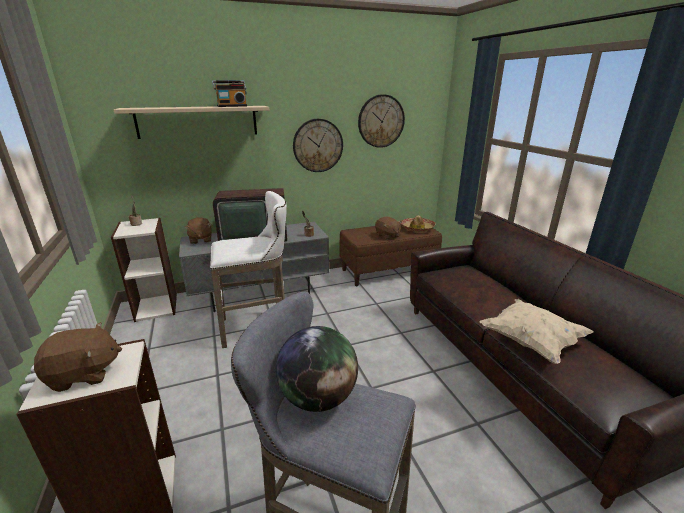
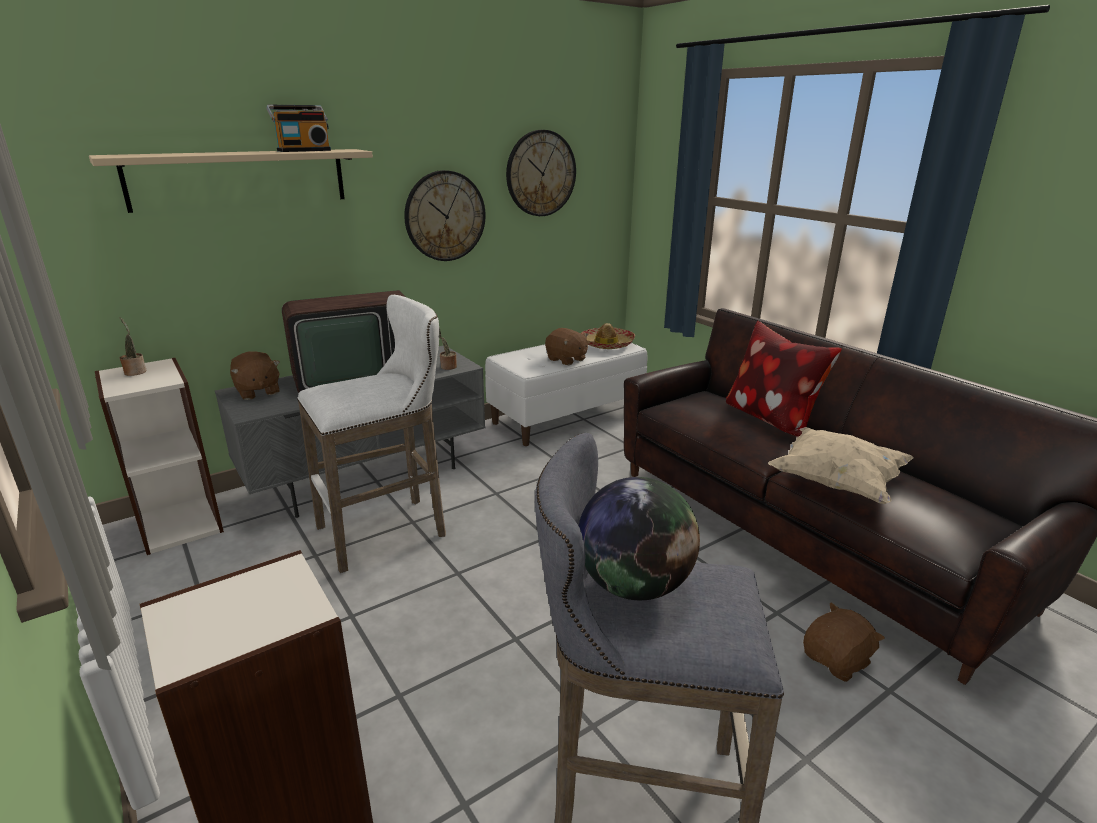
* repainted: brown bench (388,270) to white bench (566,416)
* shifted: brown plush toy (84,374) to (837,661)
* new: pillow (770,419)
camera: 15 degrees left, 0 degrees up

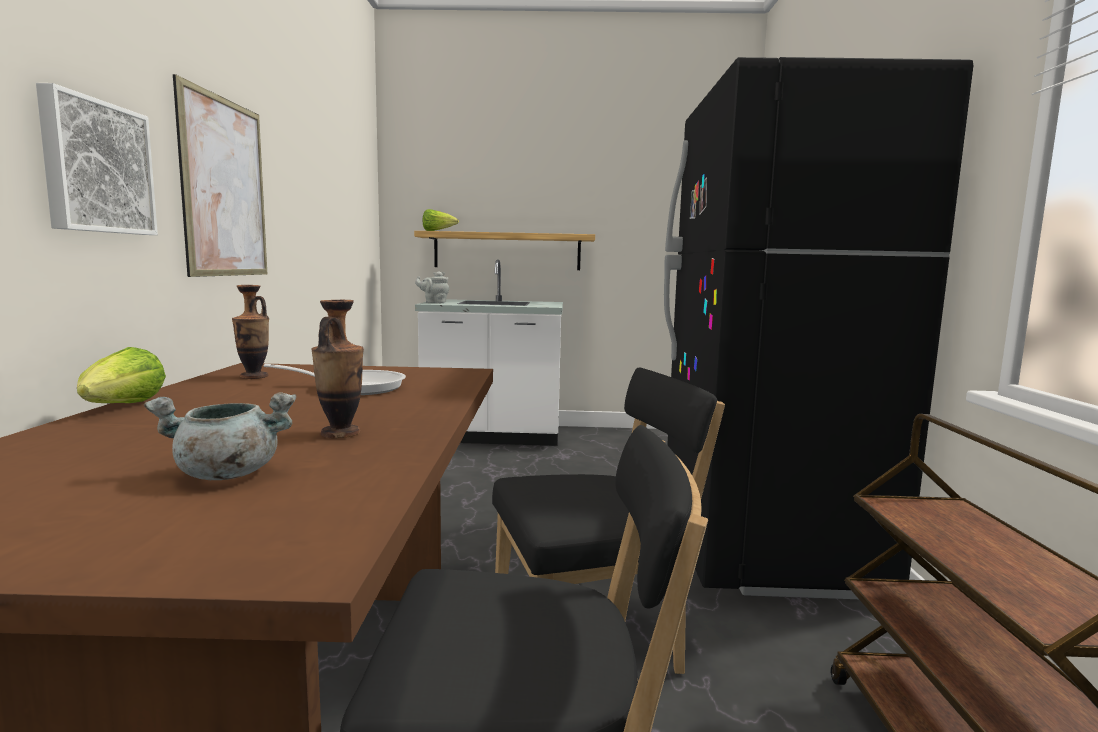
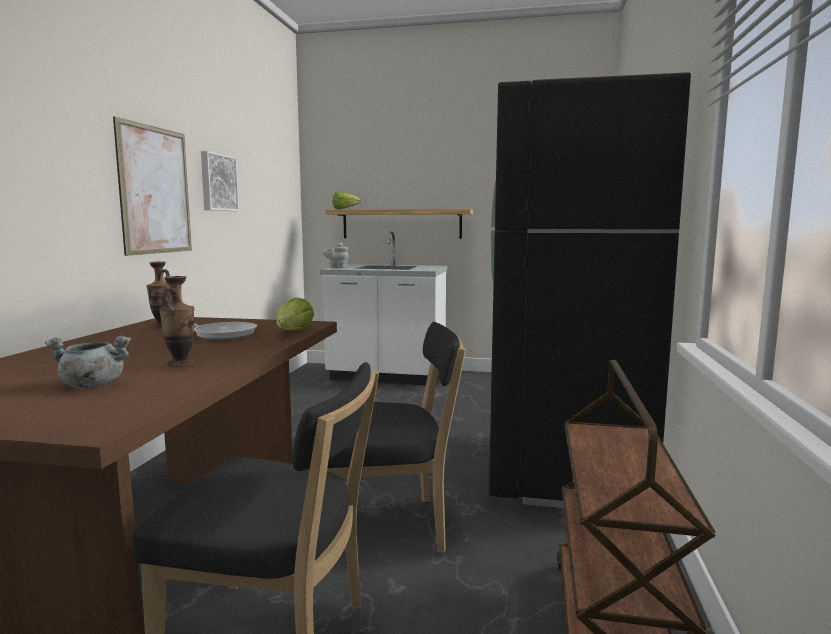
* shifted: picture (96,167) to (217,182)
* shifted: lettuce (122,407) to (293,332)
camera: 10 degrees right, 0 degrees up

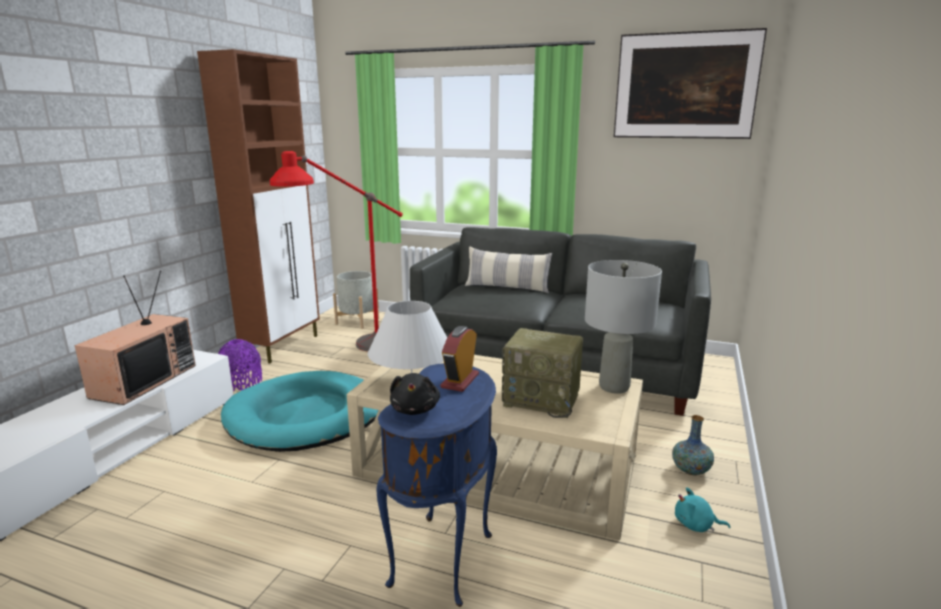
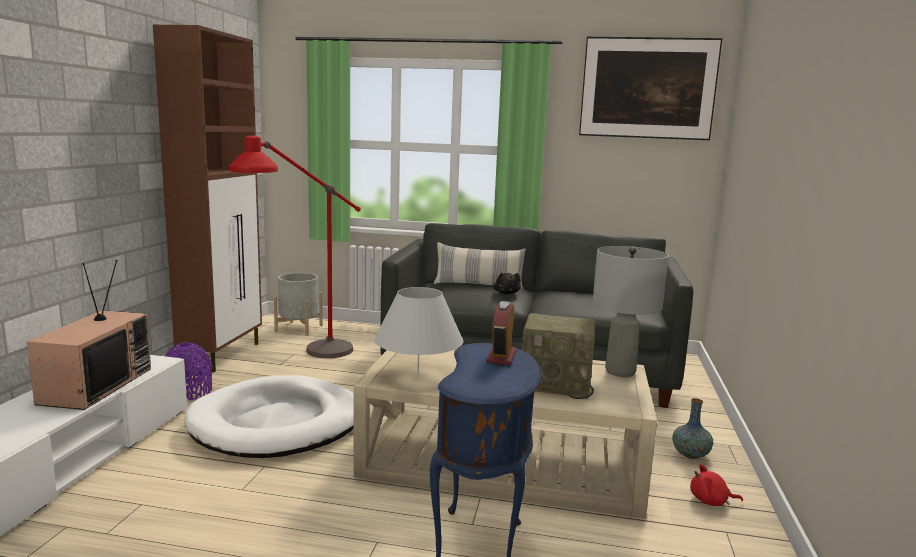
* repainted: turquoise dog bed (306,416) to white dog bed (278,423)
* shifted: black plush toy (415,409) to (506,293)
* repainted: turquoise plush toy (696,525) to red plush toy (711,501)
camera: 10 degrees left, 5 degrees down

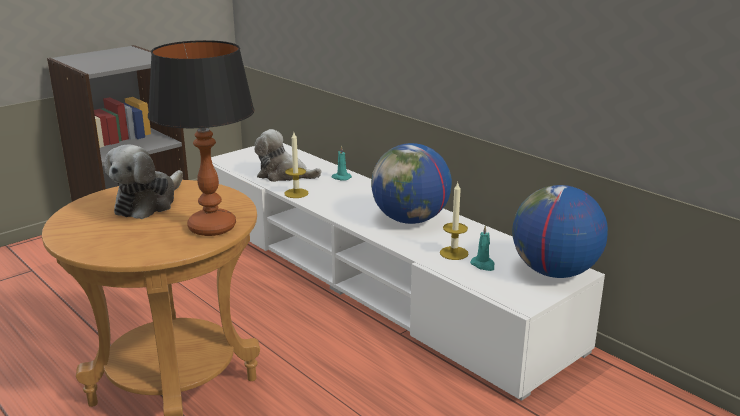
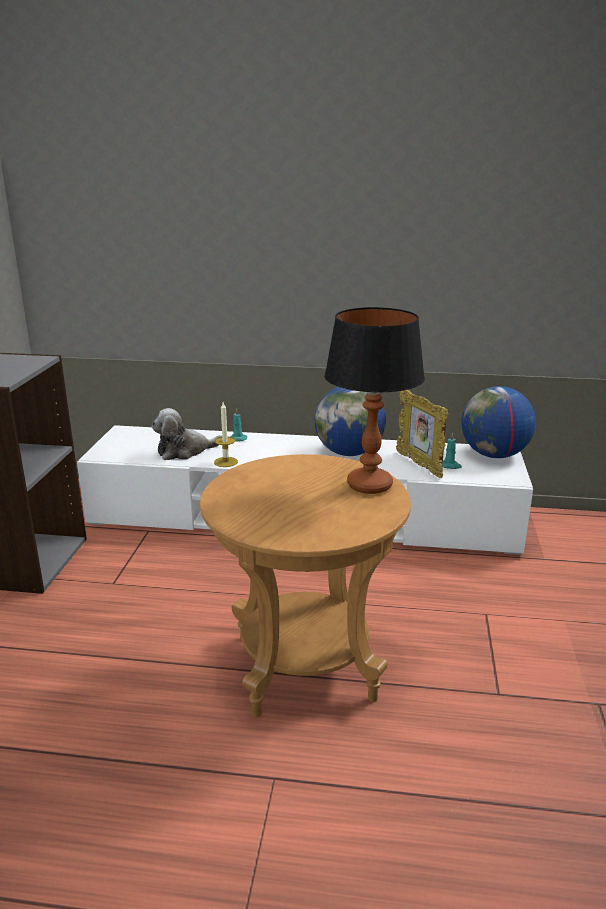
* gone: plush toy (148,203)
* swapped: candle (454,253) to picture frame (419,465)
camera: 40 degrees left, 0 degrees up

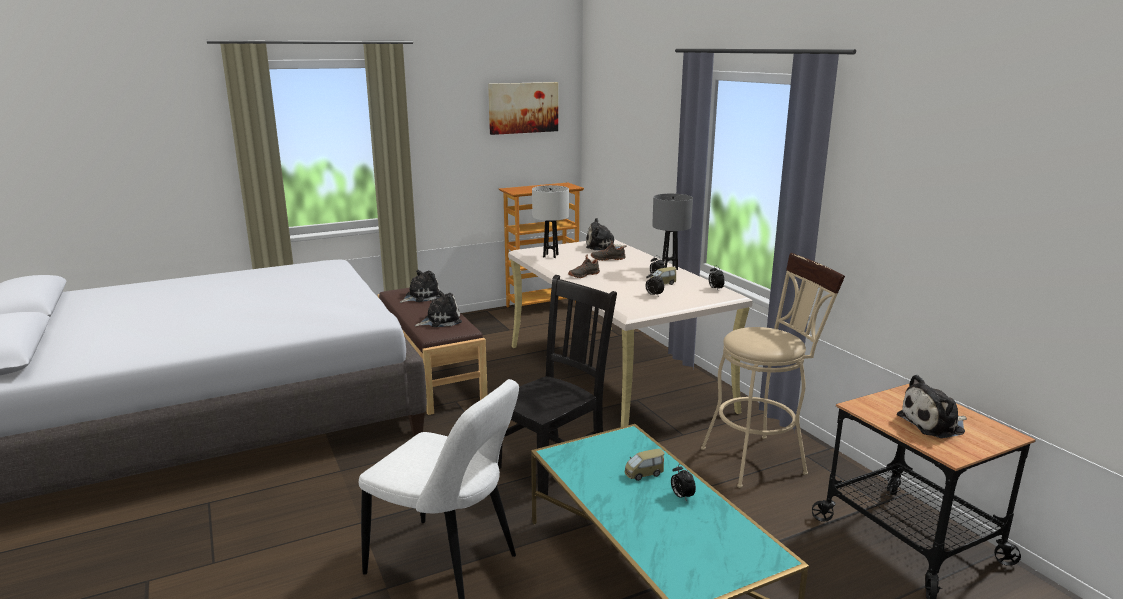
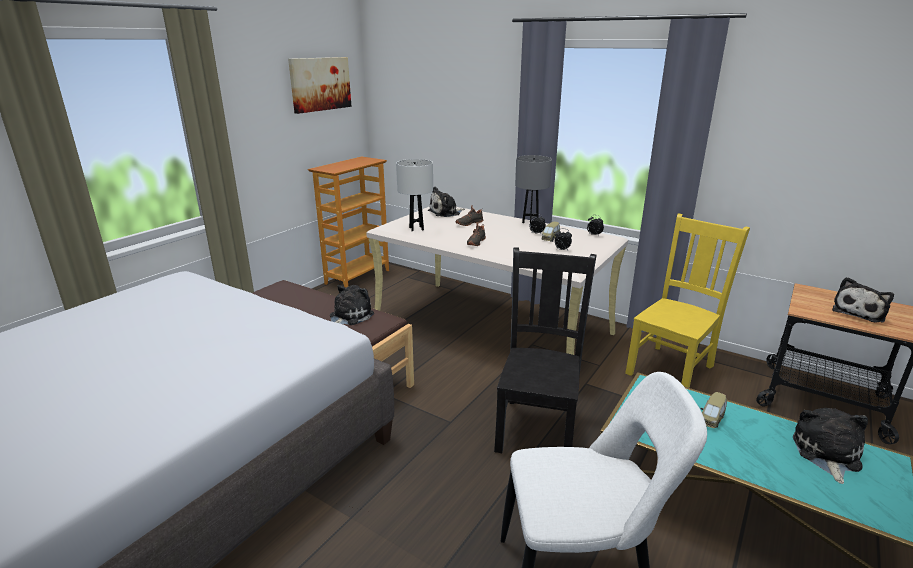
* swapped: beige stool (760,459) to yellow chair (671,368)
* shifted: plush toy (421,297) to (826,454)
* gone: alarm clock (681,496)
camera: 30 degrees left, 5 degrees up

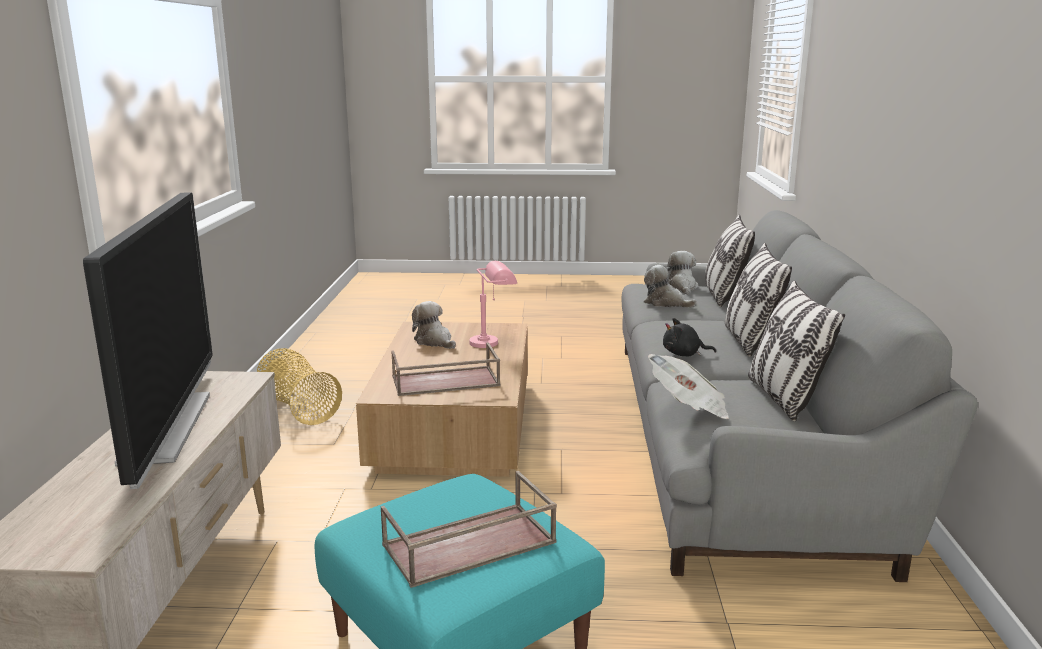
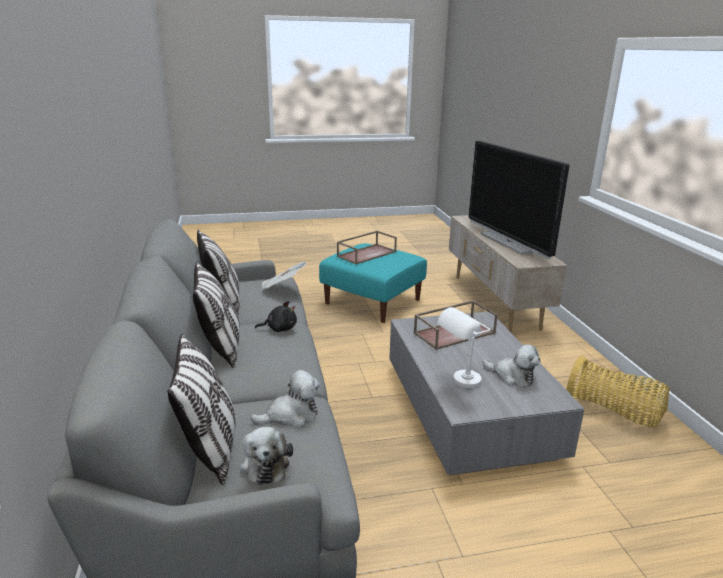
* repainted: pink table lamp (493,342) to white table lamp (460,383)
* rotated: plush toy (665,303) = (290,416) 45 degrees counterclockwise
* repainted: brown coffee table (454,425) to grey coffee table (468,409)
camera: 165 degrees right, 5 degrees up

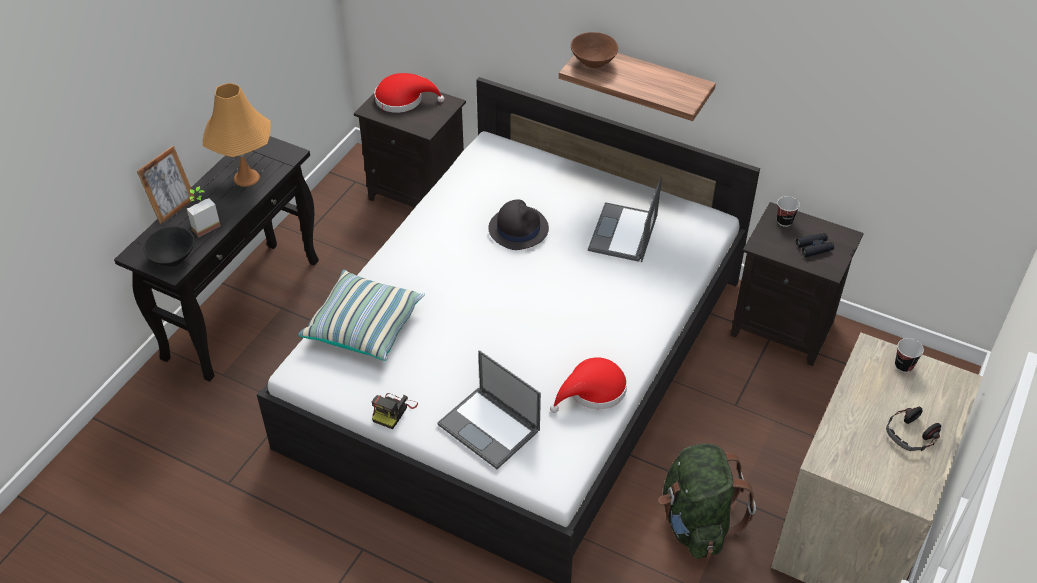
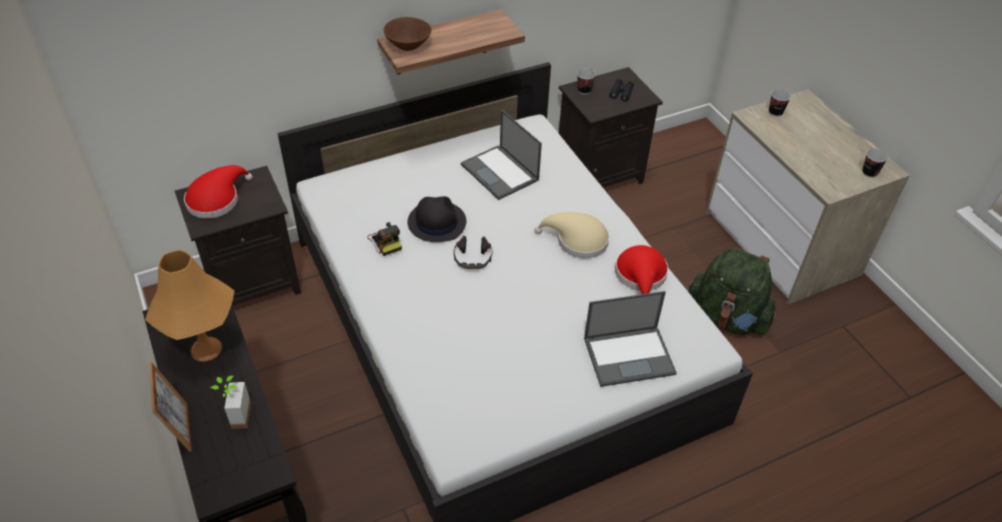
* gone: black bowl (172,259)
* gone: pillow (364,326)
* shifted: photo camera (393,411) to (386,241)
* shifted: headphones (911,434) to (473,257)
* new: cup (869,173)
* new: beige hat (577,241)
camera: 55 degrees left, 0 degrees up

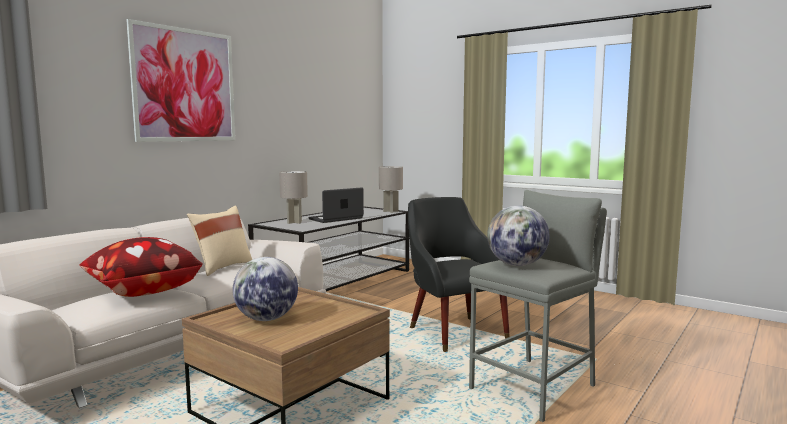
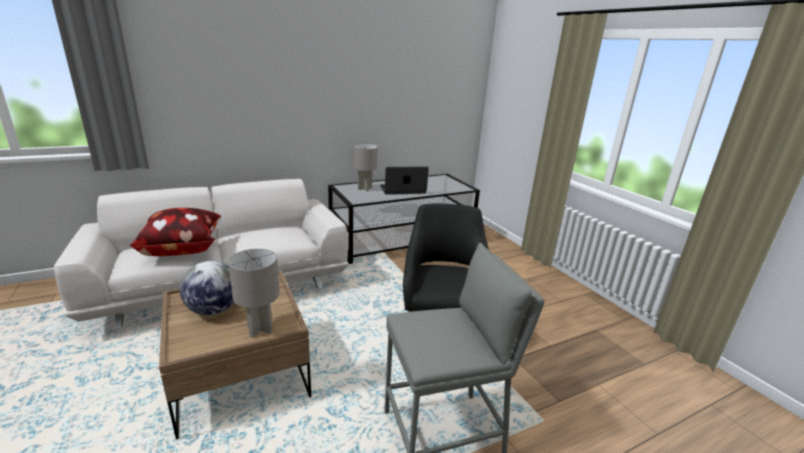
* gone: picture (185,85)
* shifted: grey table lamp (390,211) to (260,329)
* gone: globe (517,265)
* gone: beige pillow (222,267)
camera: 25 degrees right, 15 degrees up

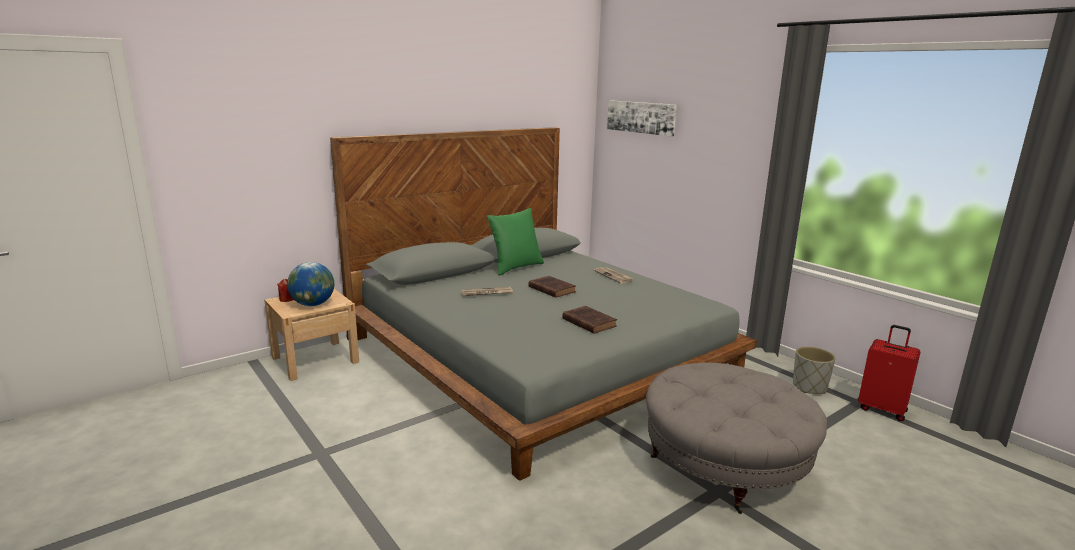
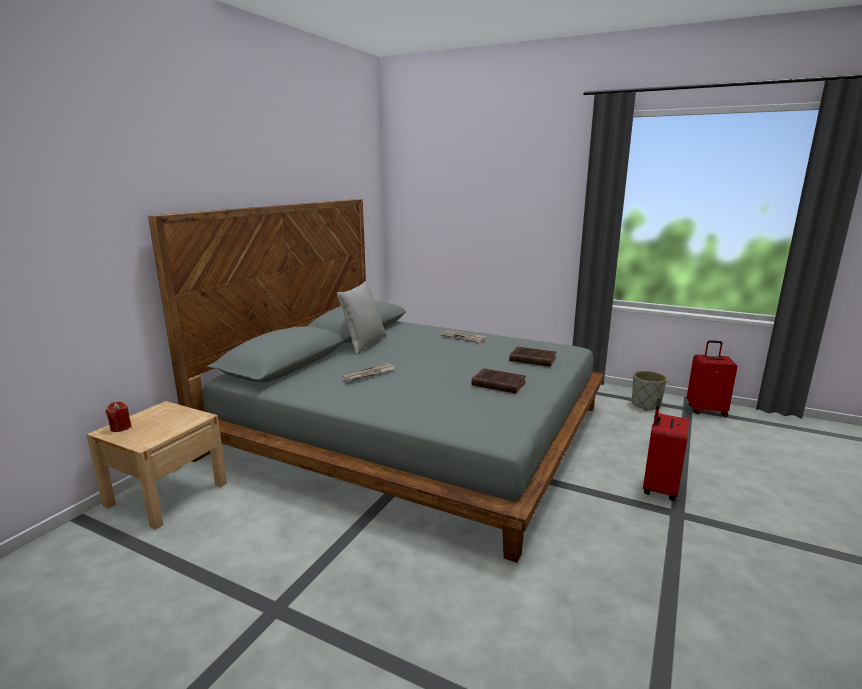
* gone: picture (641,117)
* repainted: green pillow (516,267) to grey pillow (364,344)
* gone: globe (313,304)
* shifted: brown book (551,289) to (531,359)
* swapped: grey ottoman (725,465) to red suitcase (658,488)
camera: 25 degrees left, 0 degrees up

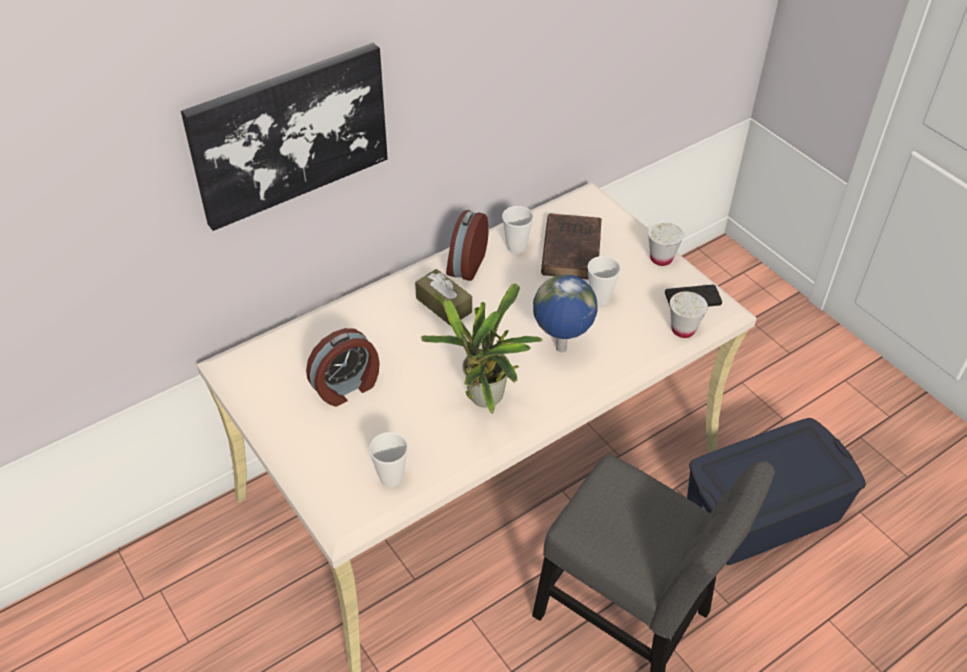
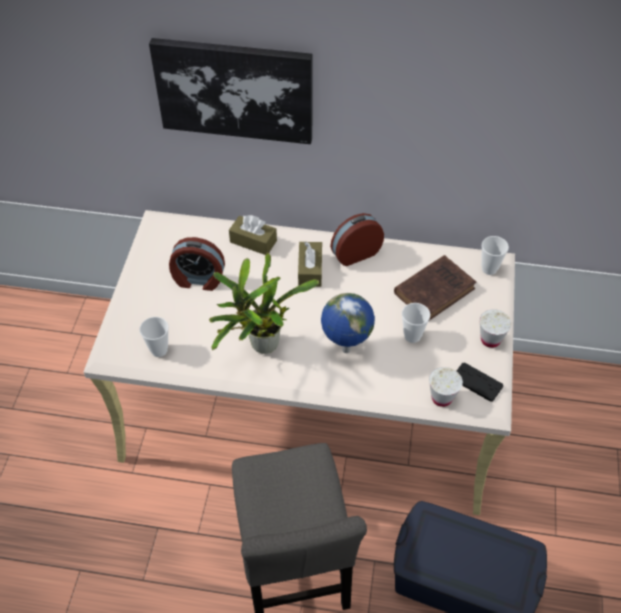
* shifted: cup (516,247) to (489,269)
* new: brown tissue box (253,241)
camera: 45 degrees right, 5 degrees up

